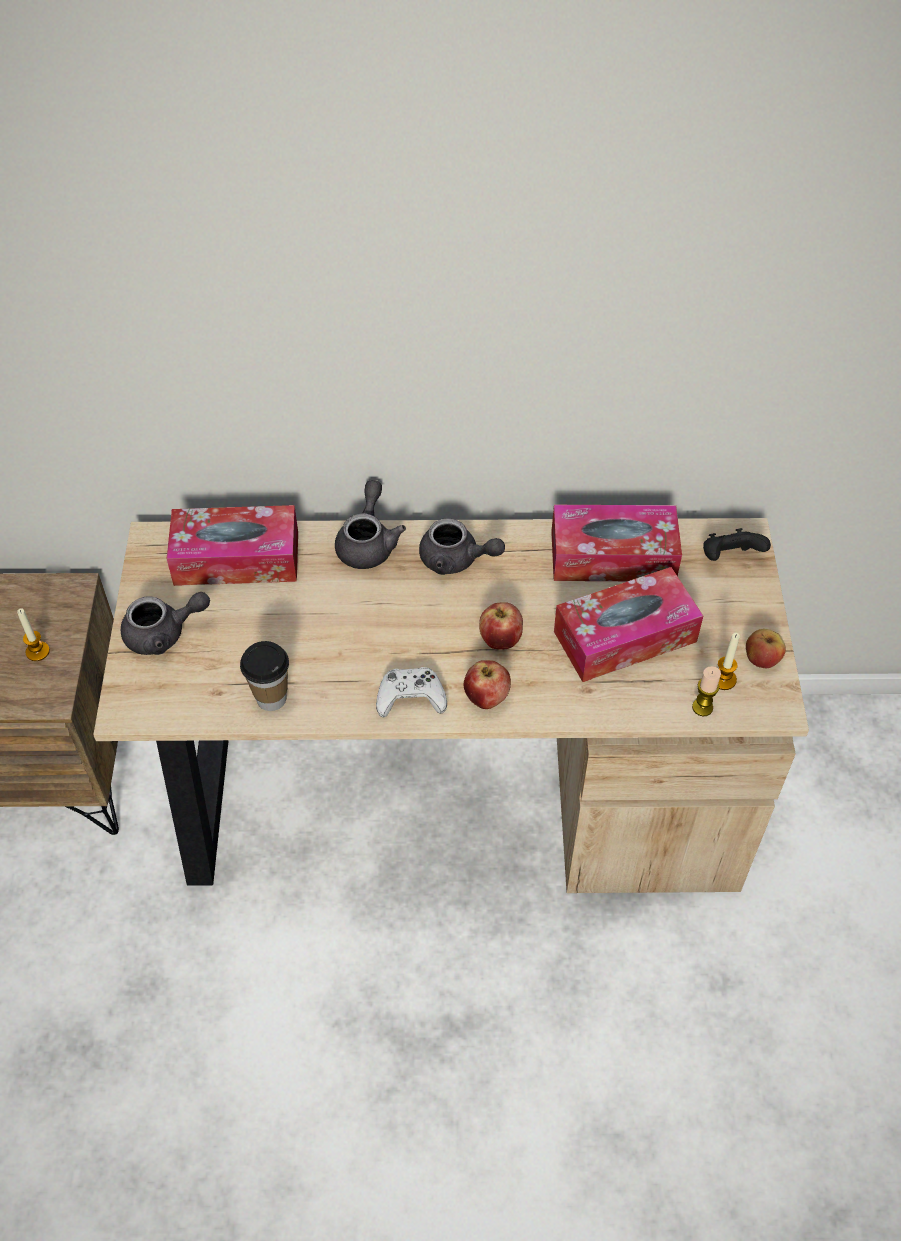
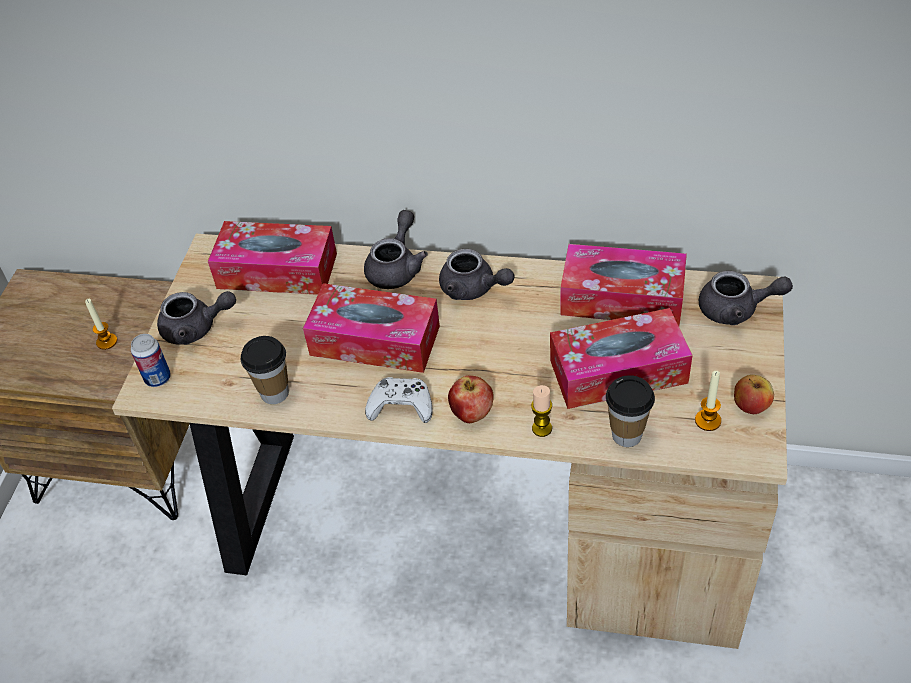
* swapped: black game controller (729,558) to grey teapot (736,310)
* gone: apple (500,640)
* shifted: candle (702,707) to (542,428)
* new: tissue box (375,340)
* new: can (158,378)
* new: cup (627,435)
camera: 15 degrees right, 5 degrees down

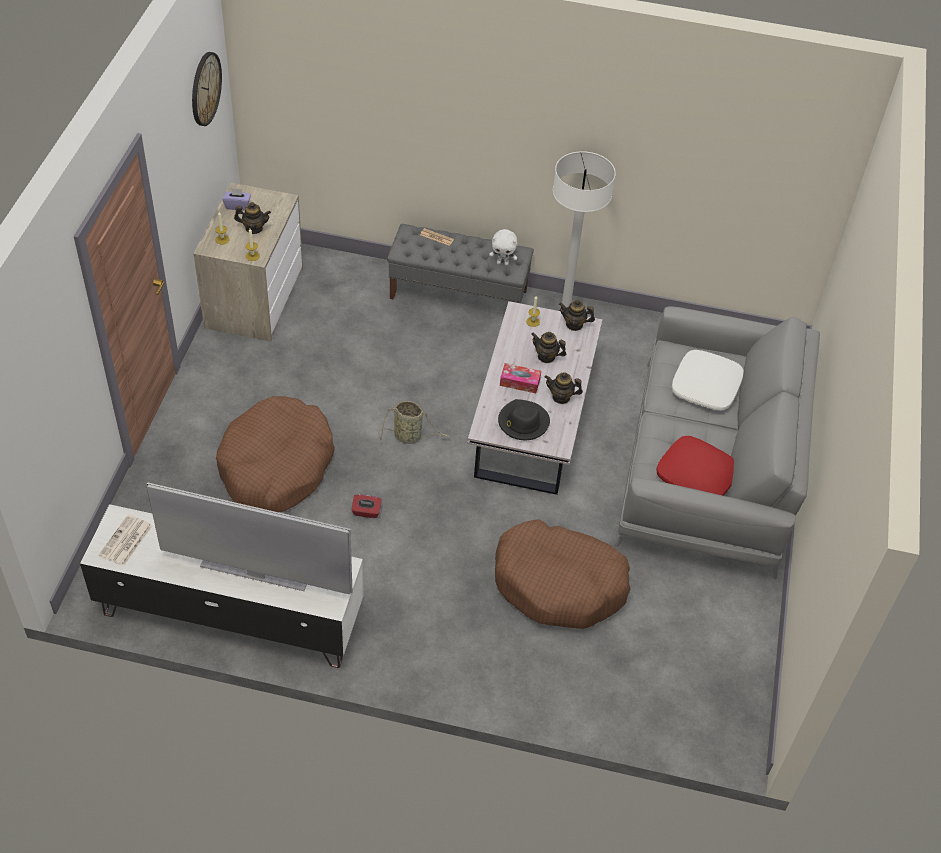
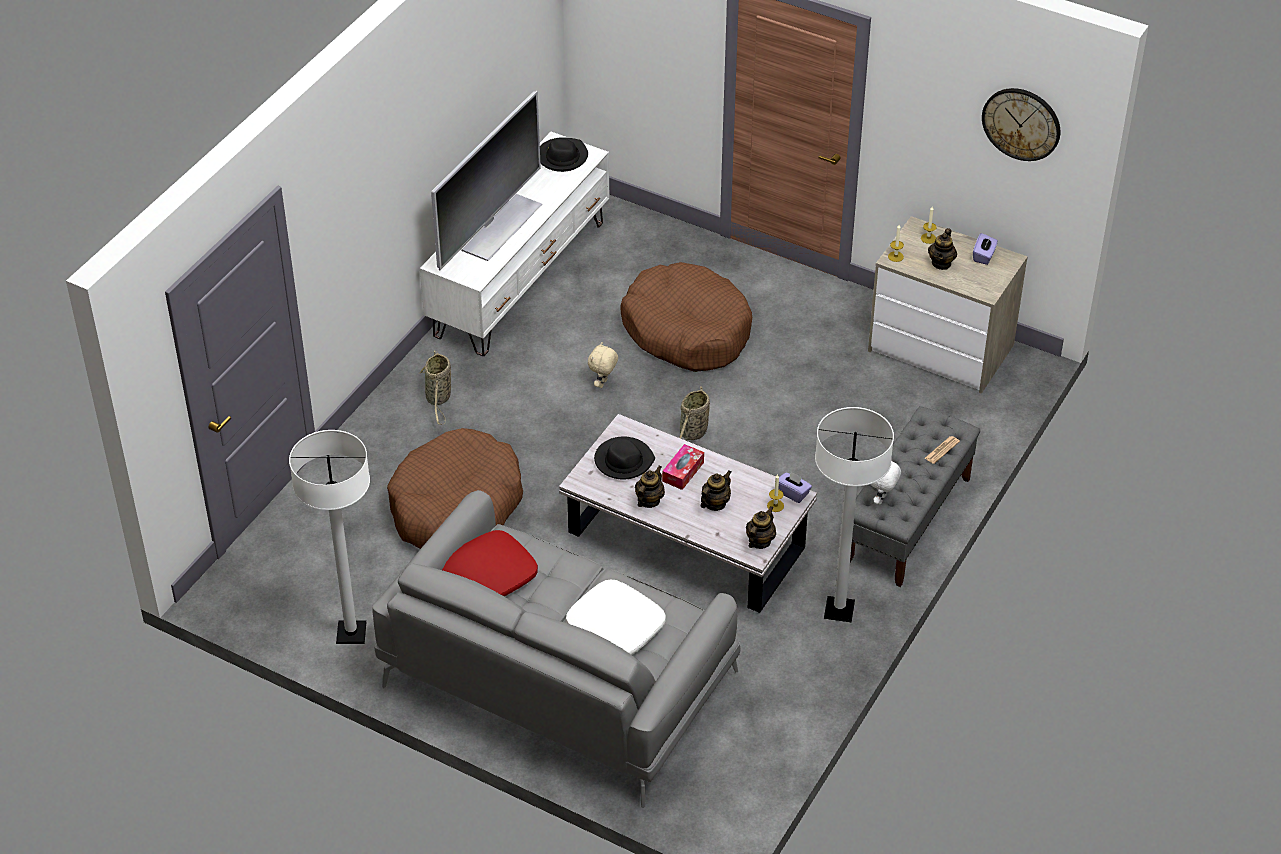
* swapped: red tissue box (366,512) to beige plush toy (603,384)
* swapped: newspaper (126,541) to black hat (562,157)
* new: basket (438,399)
* new: white floor lamp (351,633)
* new: purple tissue box (793,493)
camera: 110 degrees right, 5 degrees down

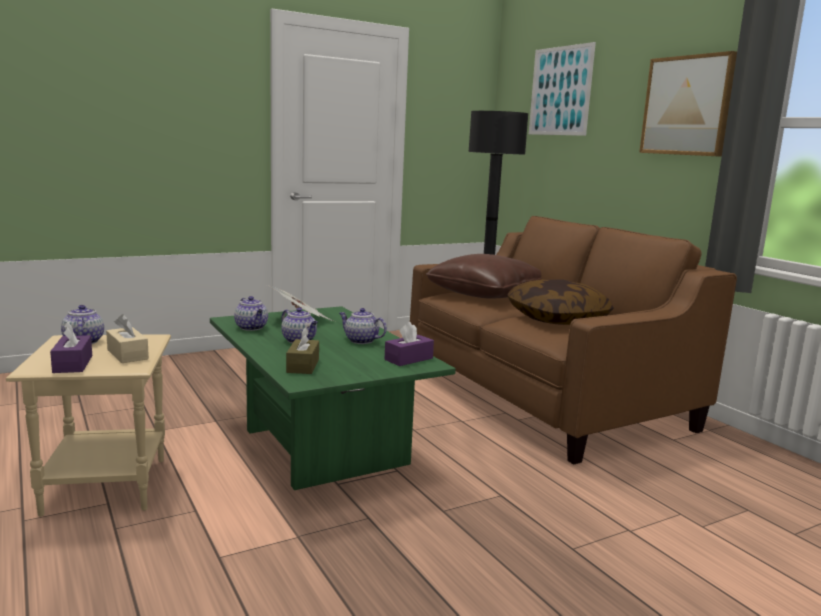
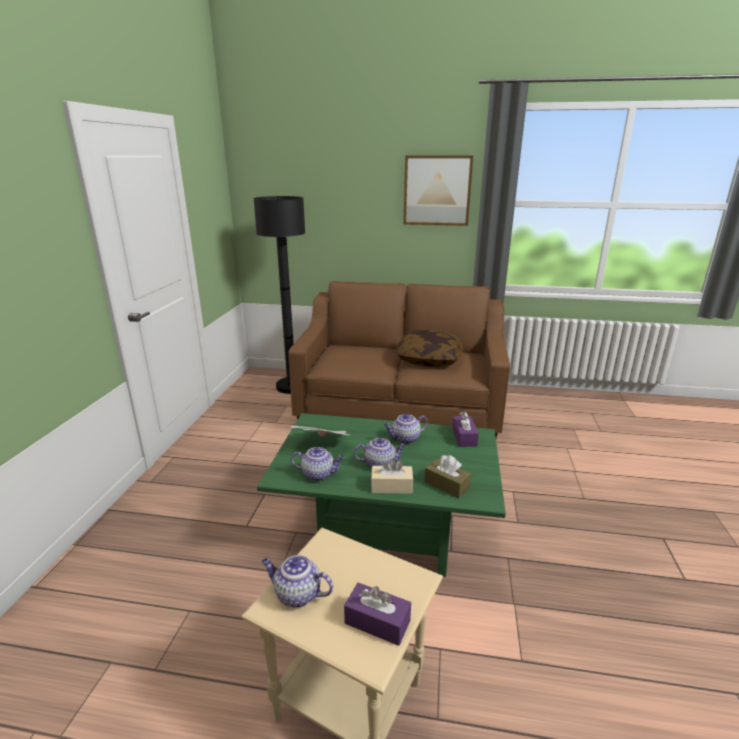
* gone: picture (560,91)
* gone: brown pillow (485,294)
* shifted: beige tissue box (127,354) to (391,486)
camera: 50 degrees left, 10 degrees up

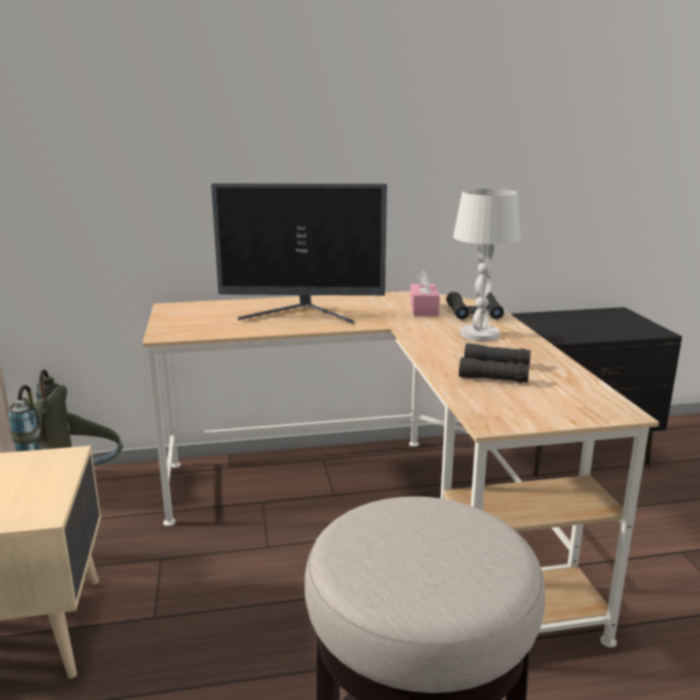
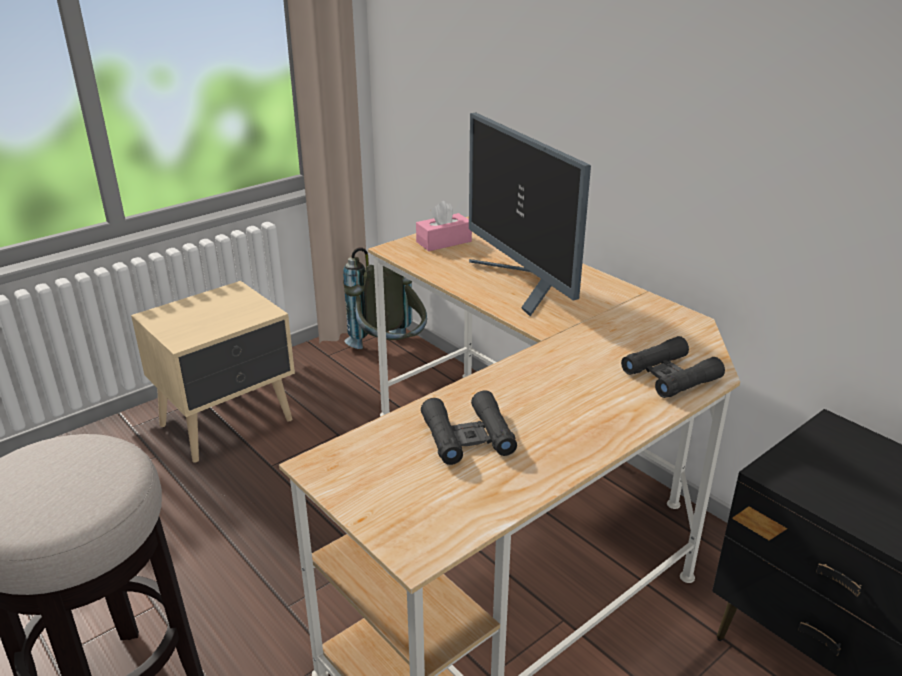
* gone: white table lamp (479,334)
* shifted: pink tissue box (424,309) to (444,242)
camera: 60 degrees right, 10 degrees up

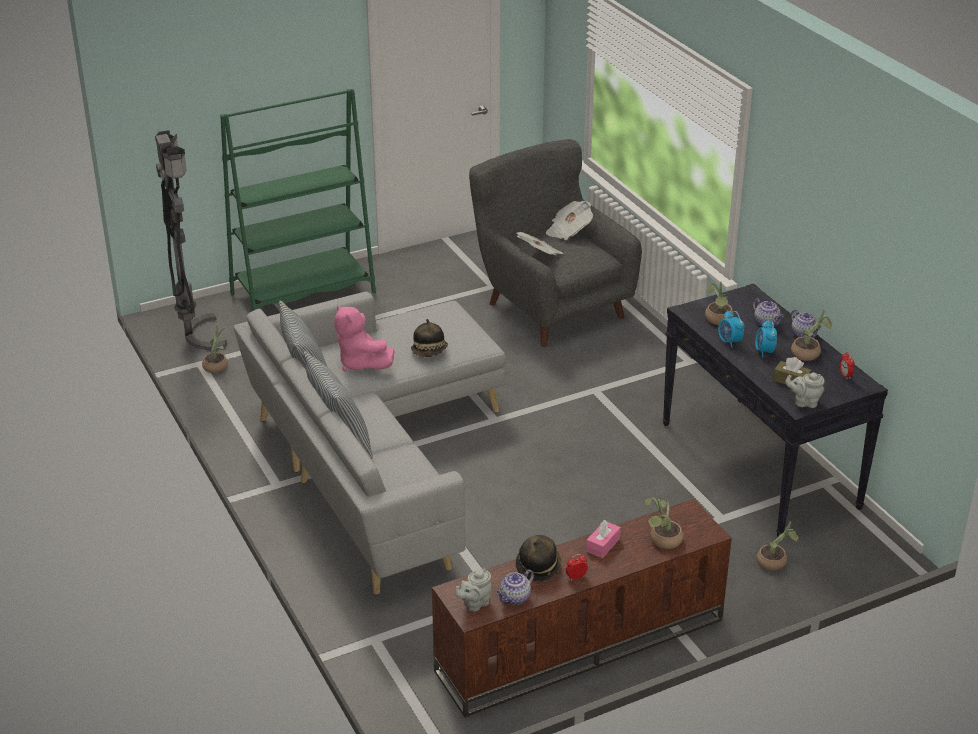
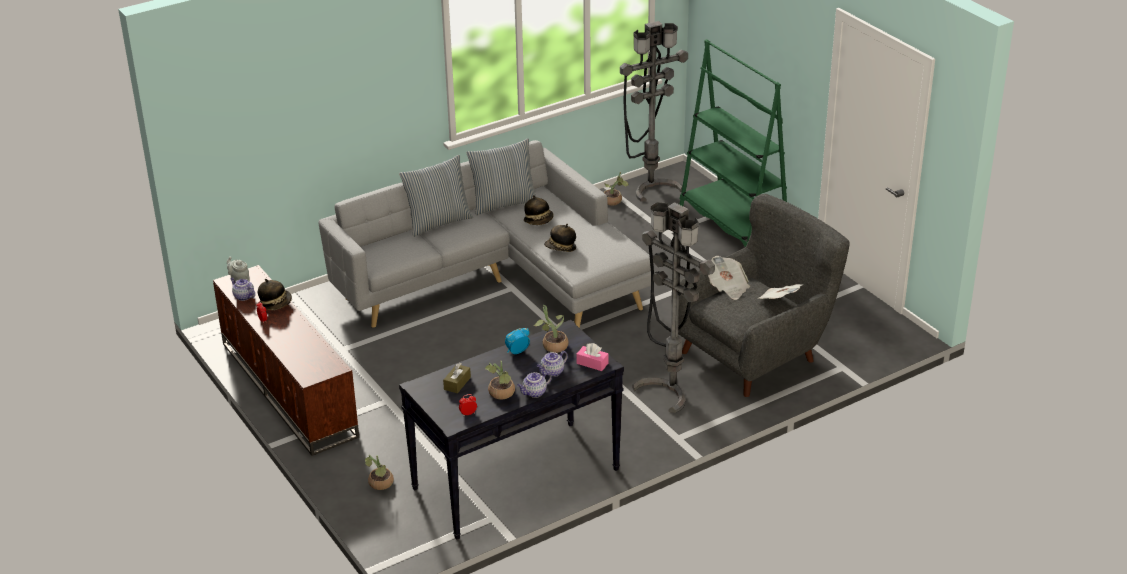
* swapped: pink plush toy (361,363) to hat (539,220)
* gone: alarm clock (764,351)
* gone: grey teapot (804,402)
* gone: potted plant (662,541)
* shifted: pink tissue box (603,545) to (592,363)
* new: grey floor lamp (669,389)
camera: 85 degrees right, 0 degrees up

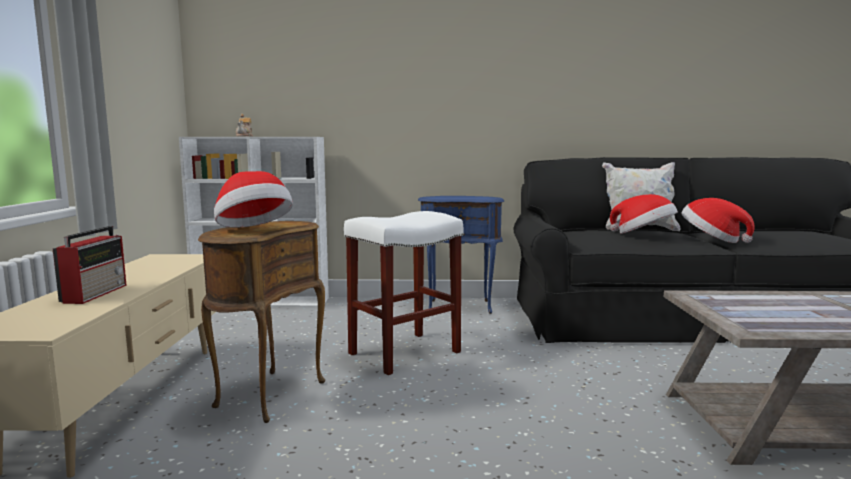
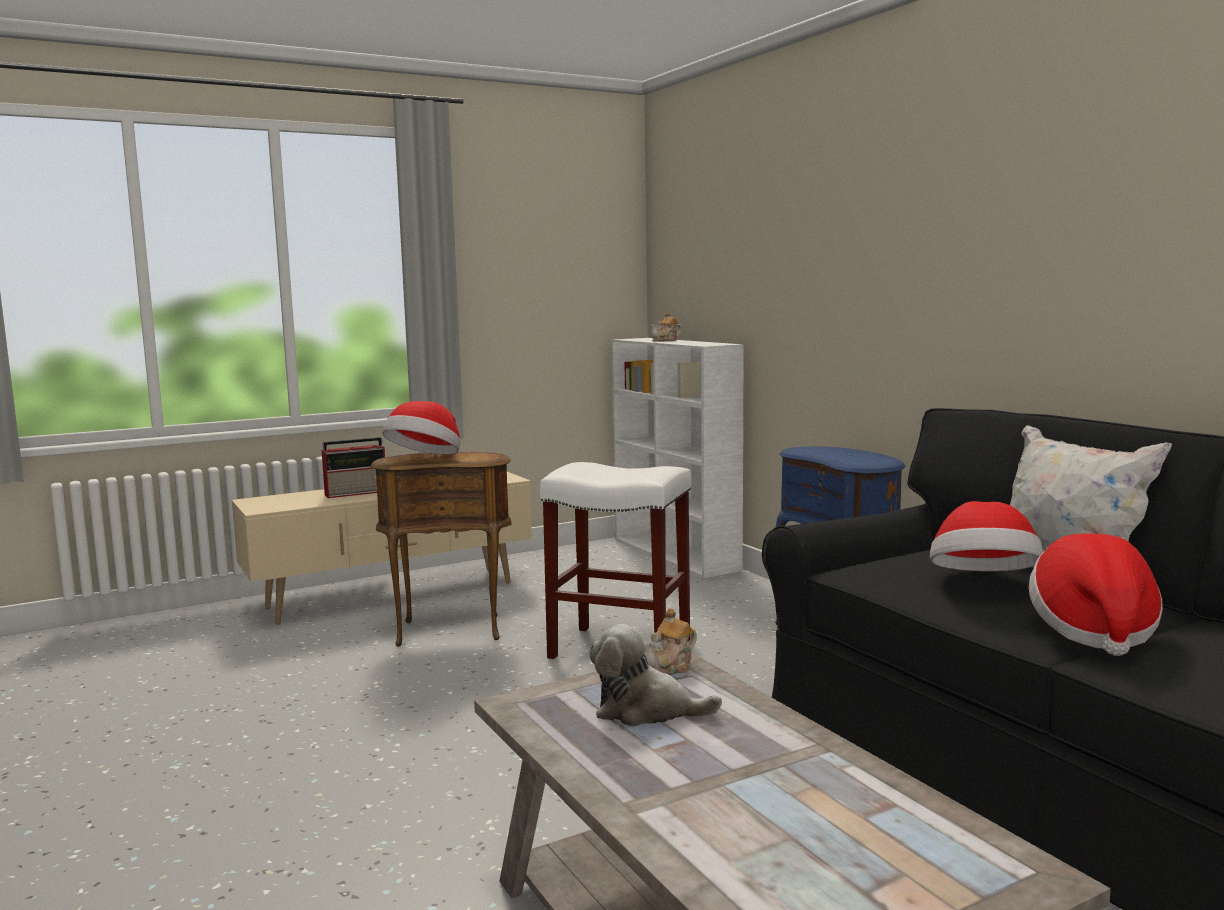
* new: teapot (669,668)
* new: plush toy (646,710)
camera: 60 degrees right, 0 degrees up

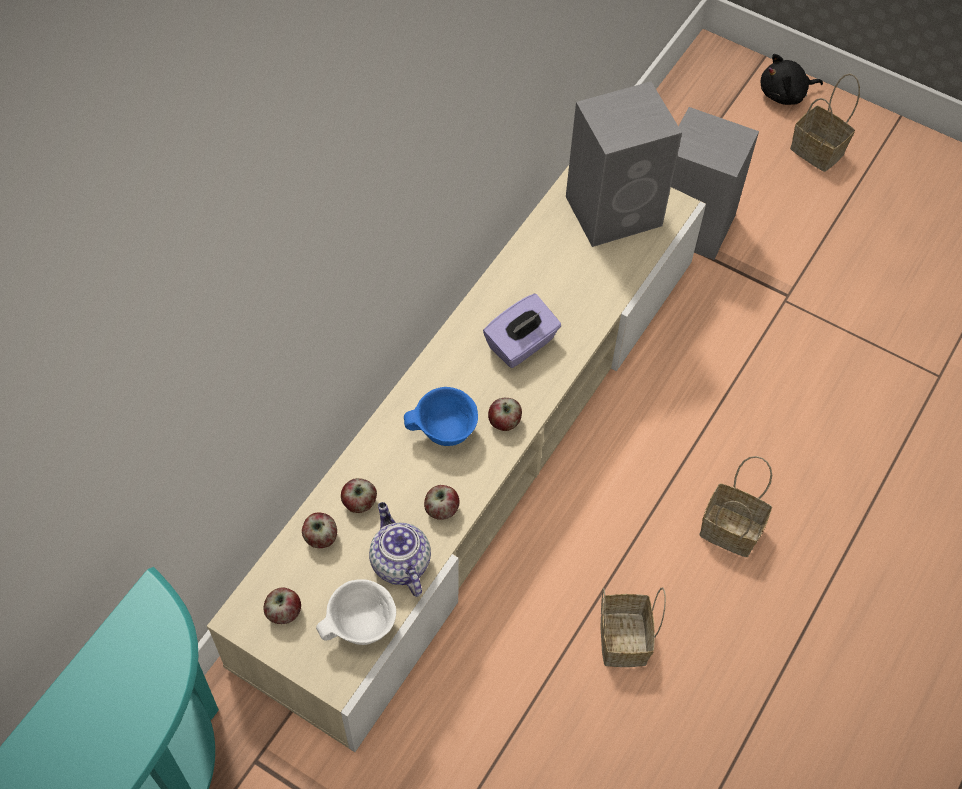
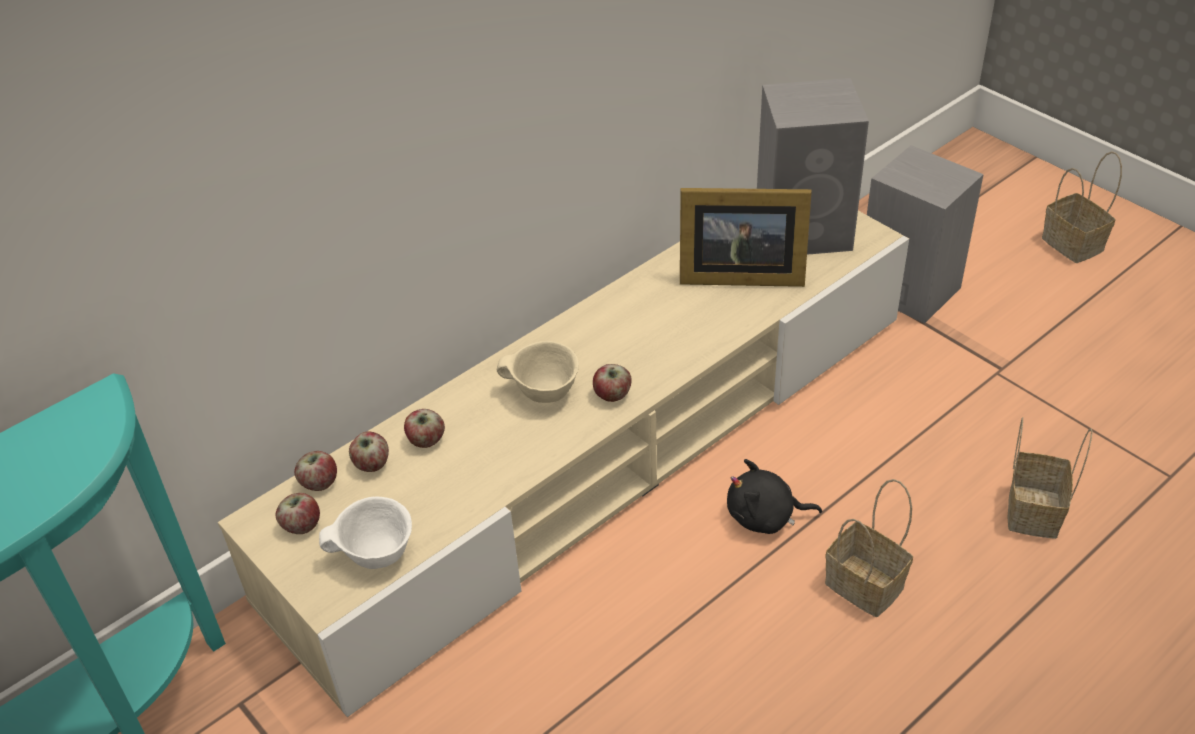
* shifted: black plush toy (785,94) to (765,517)
* gone: purple tissue box (521,345)
* repainted: blue bowl (445,432) to beige bowl (544,393)
* shifted: apple (441,509) to (319,482)
* gone: teapot (399,562)
* shifted: basket (622,637) to (1032,509)
* new: picture frame (737,274)
camera: 20 degrees right, 15 degrees down

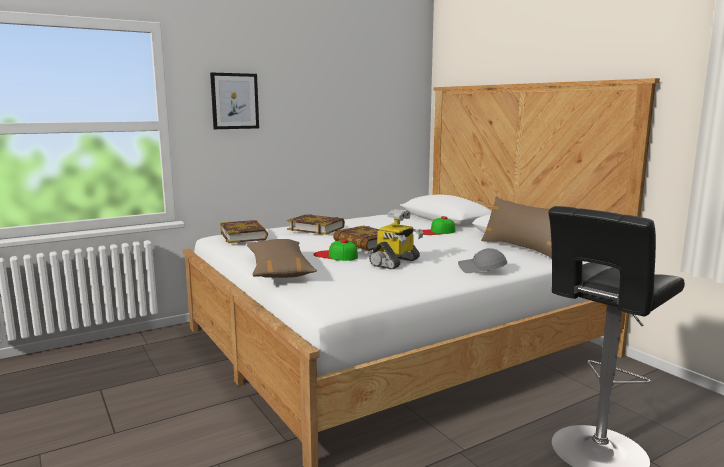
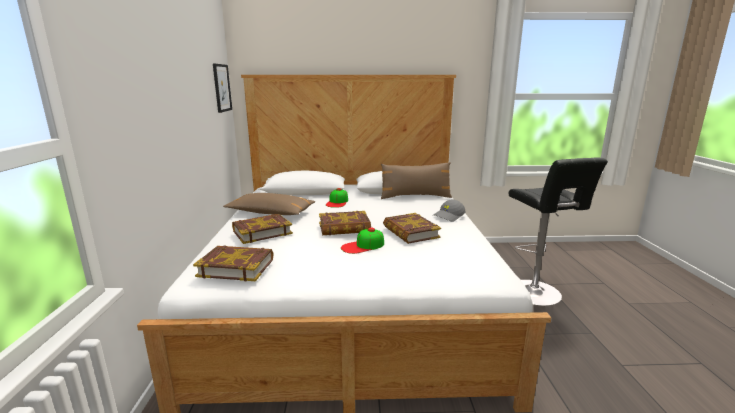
* shifted: picture (235,101) to (221,88)
* swapped: toy robot (395,262) to book (410,232)
* shifted: brown pillow (279,270) to (271,213)
camera: 60 degrees left, 5 degrees up

